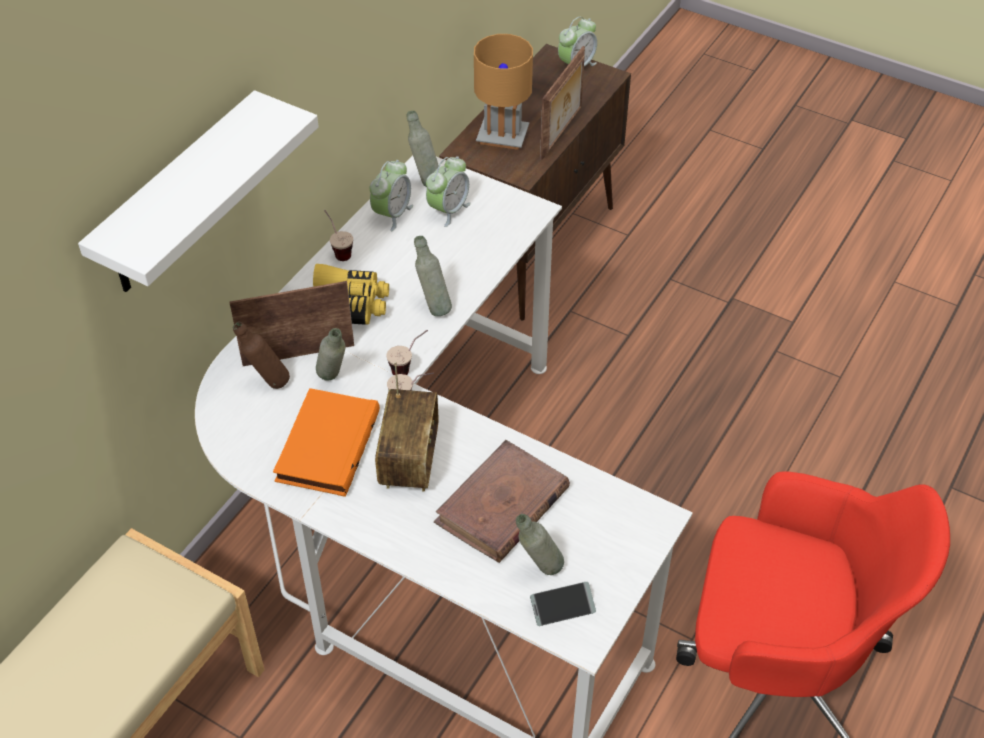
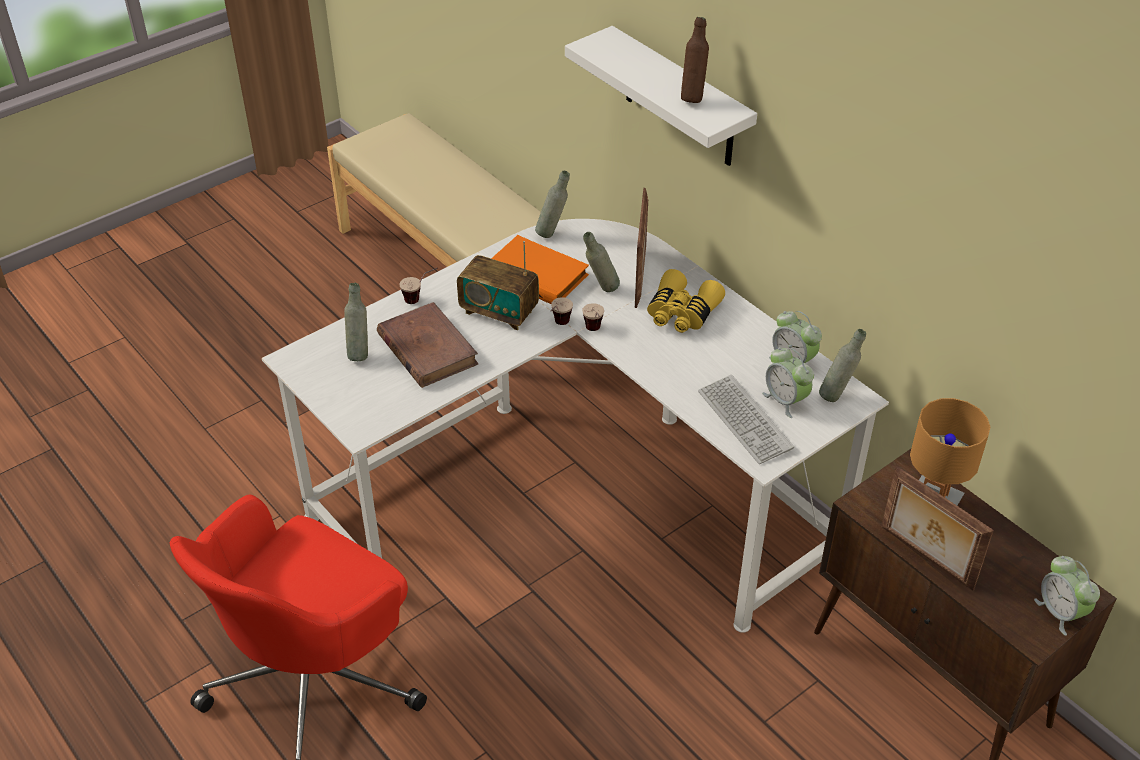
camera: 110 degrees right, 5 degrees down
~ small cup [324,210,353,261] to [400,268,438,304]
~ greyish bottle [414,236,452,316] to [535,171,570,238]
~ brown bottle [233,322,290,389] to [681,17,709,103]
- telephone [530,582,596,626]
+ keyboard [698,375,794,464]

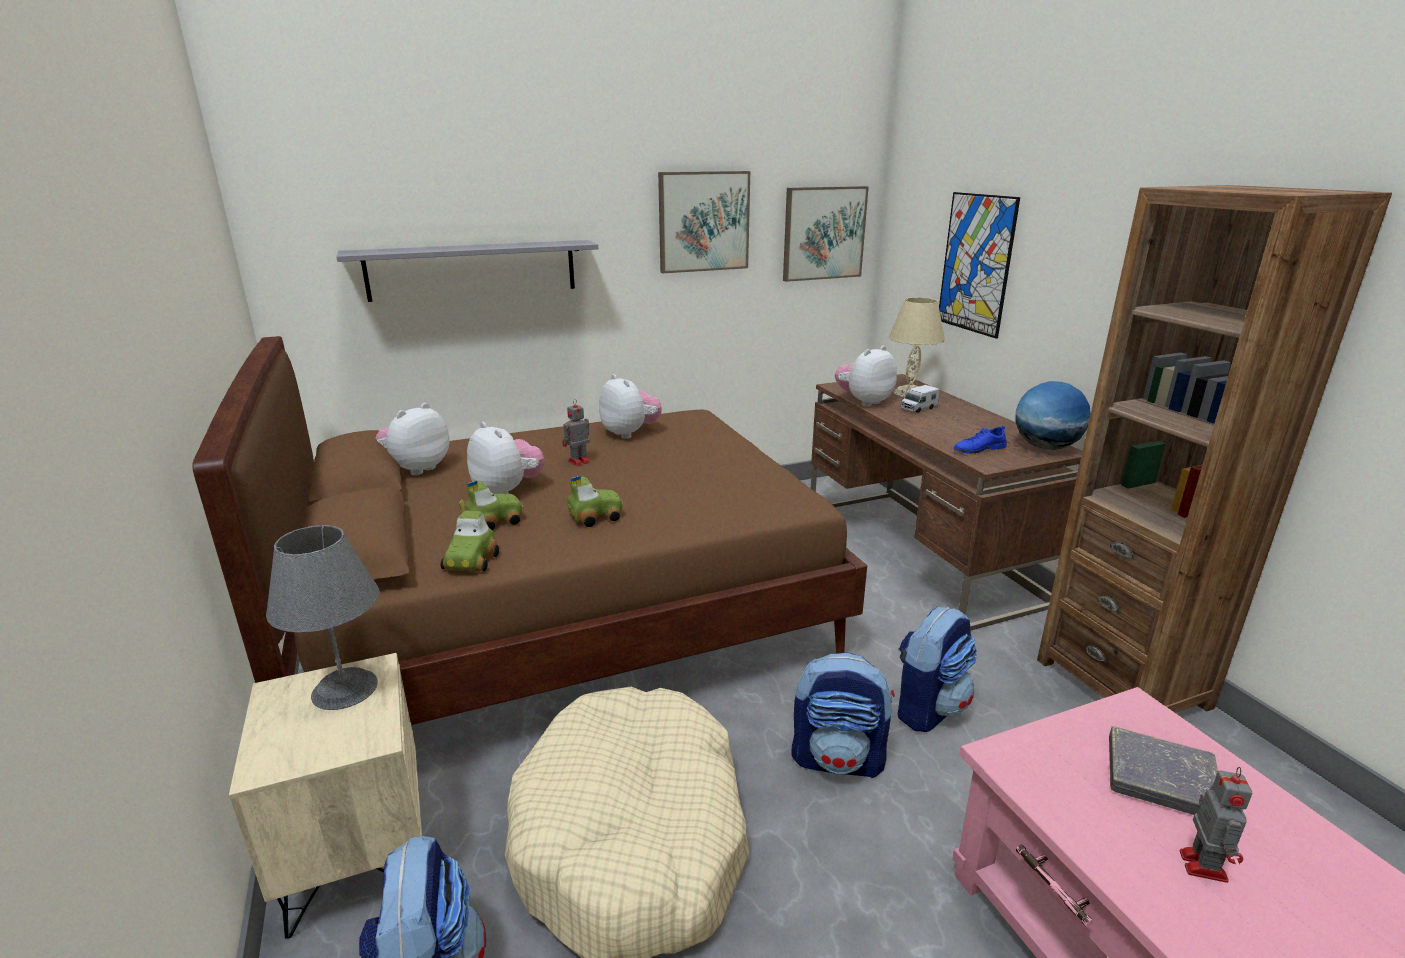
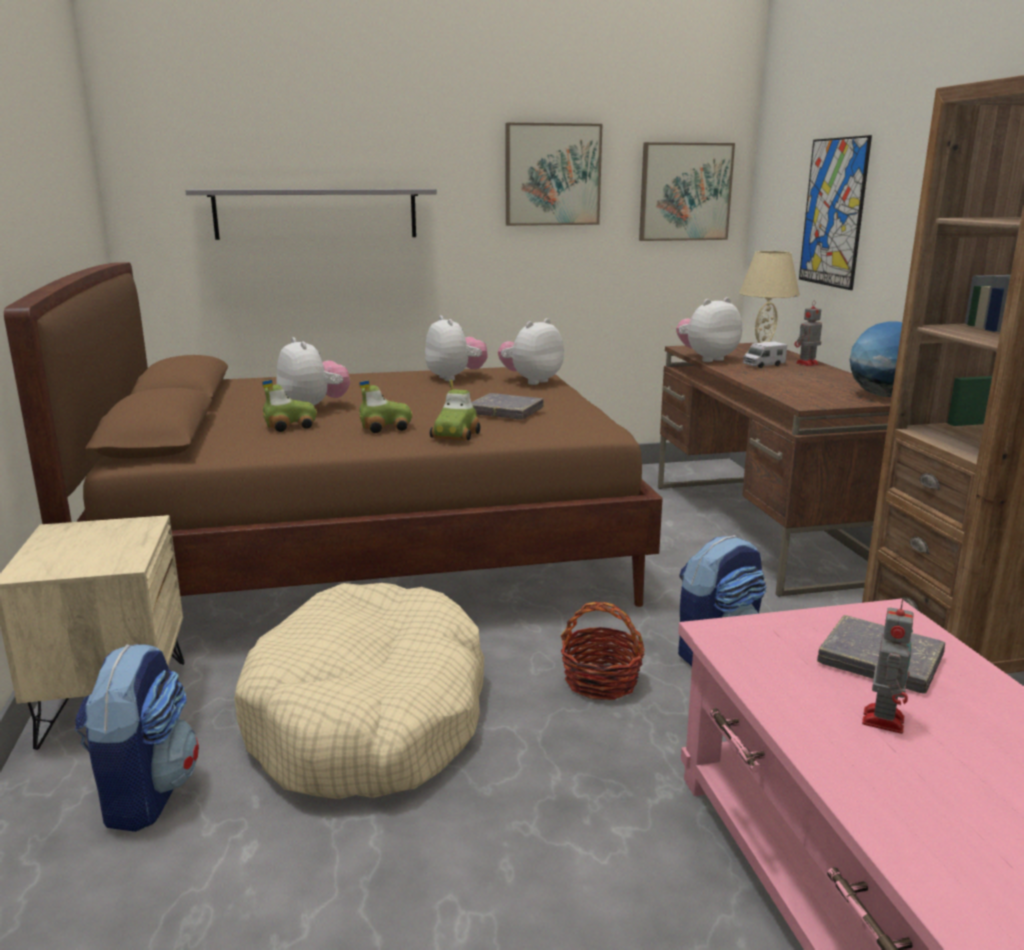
camera: 10 degrees right, 5 degrees down
~ toy robot [562,399,590,466] to [795,300,822,366]
~ plush toy [376,403,450,475] to [498,318,564,385]
- blue low shoe [954,426,1007,454]
~ model car [440,499,499,572] to [430,379,480,441]
- greyish table lamp [266,525,380,710]
~ rucksack [791,652,895,778] to storage basket [561,602,645,700]
+ greyish volume [472,393,544,420]

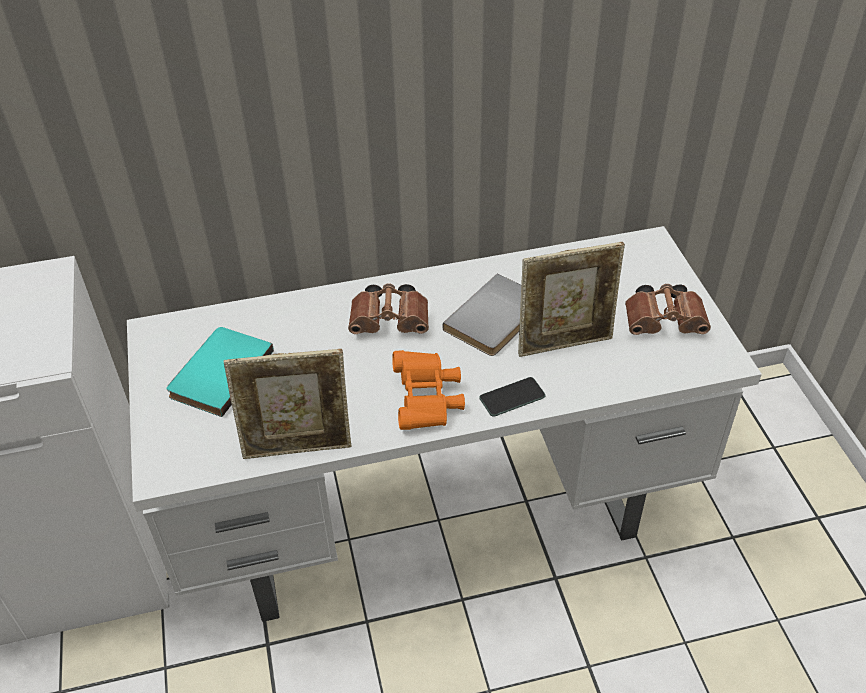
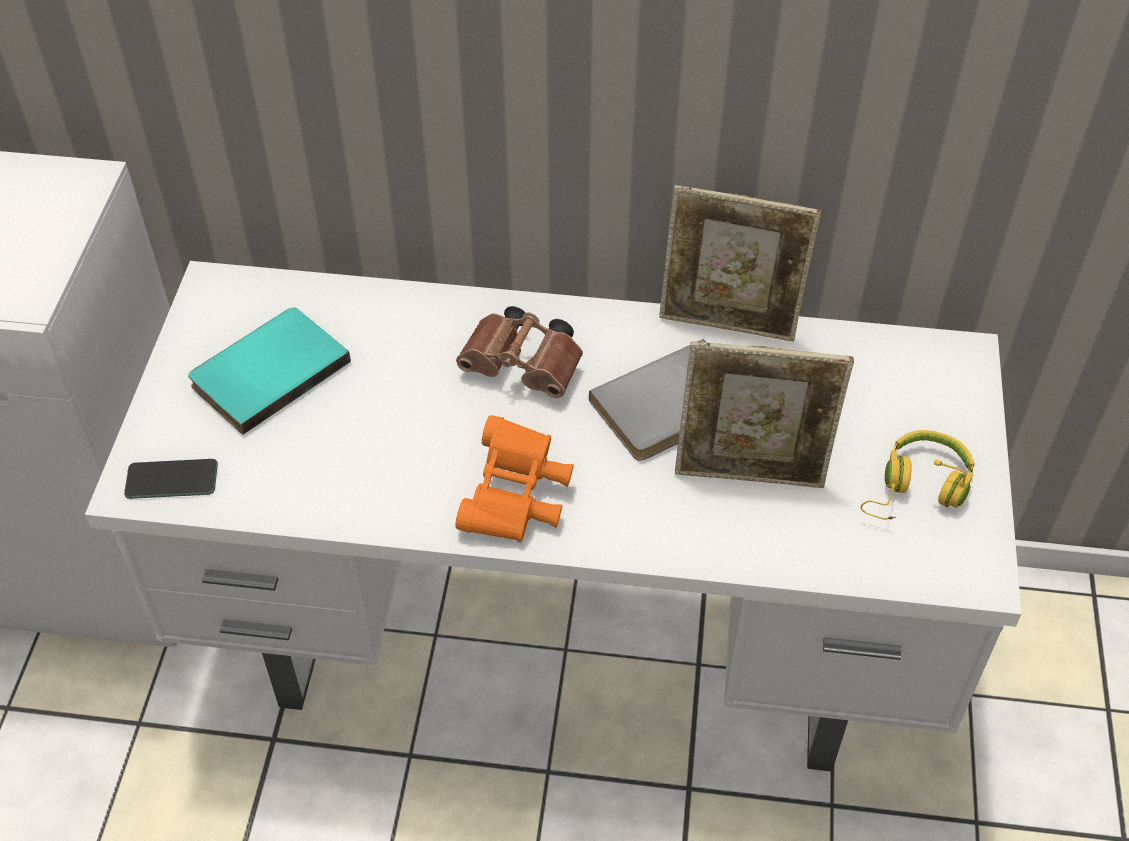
camera: 20 degrees right, 5 degrees up
~ brown pair of binoculars [625,284,711,335] to yellow-coloured headphones [861,430,975,520]
~ standing frame [224,349,352,459] to [659,185,821,341]
~ telephone [479,377,546,417] to [124,459,218,499]

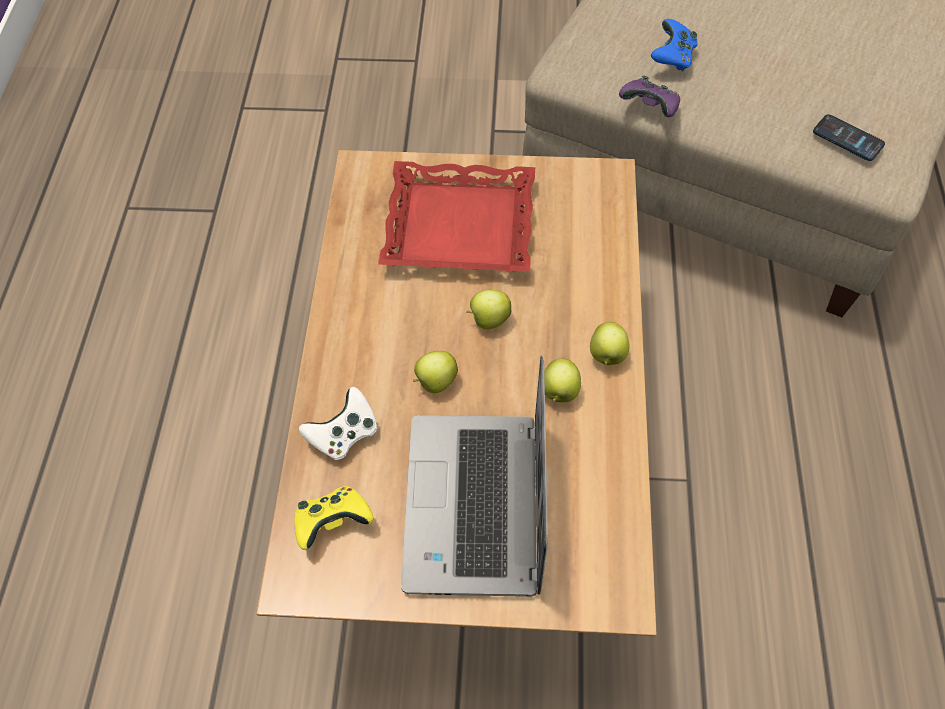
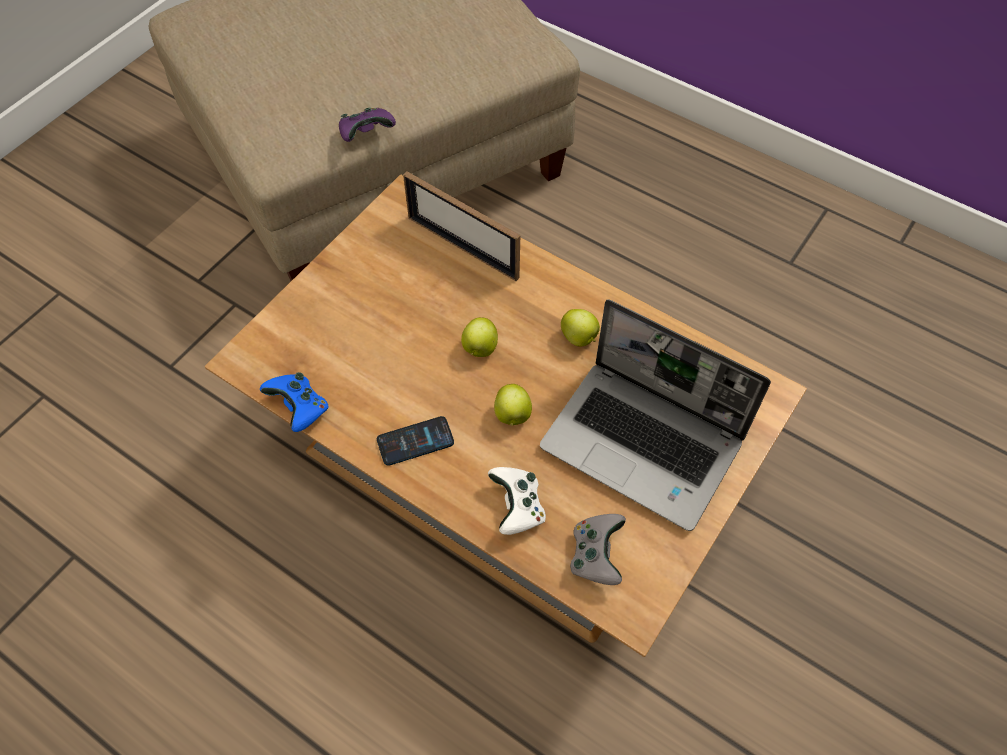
camera: 60 degrees left, 0 degrees up
~ blue game controller [651,19,698,71] to [260,372,329,432]
~ telephone [813,114,885,161] to [377,416,454,466]
- red-coloured tray [378,161,535,272]
- whole apple [590,322,630,365]
~ yellow-coloured game controller [294,486,373,550] to greyish game controller [570,514,626,585]
+ standing frame [403,171,520,281]

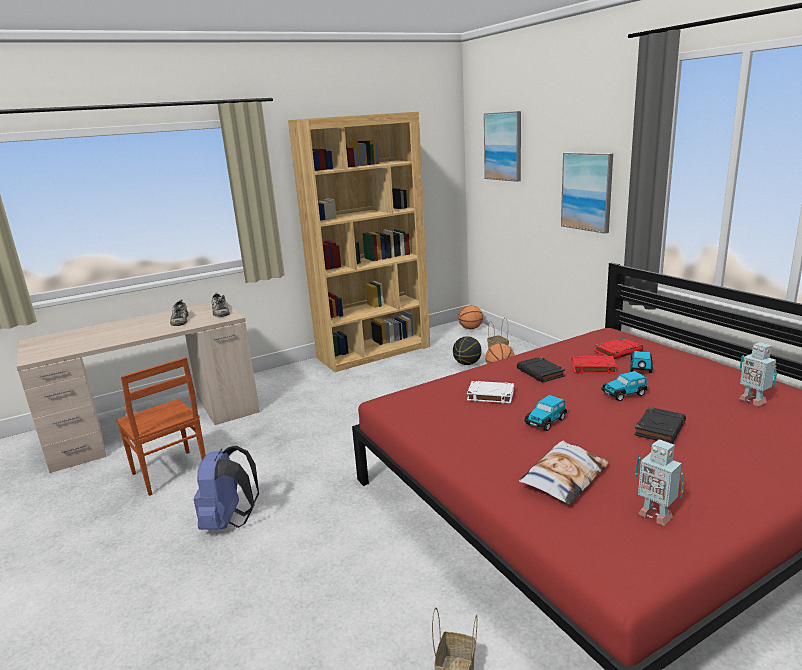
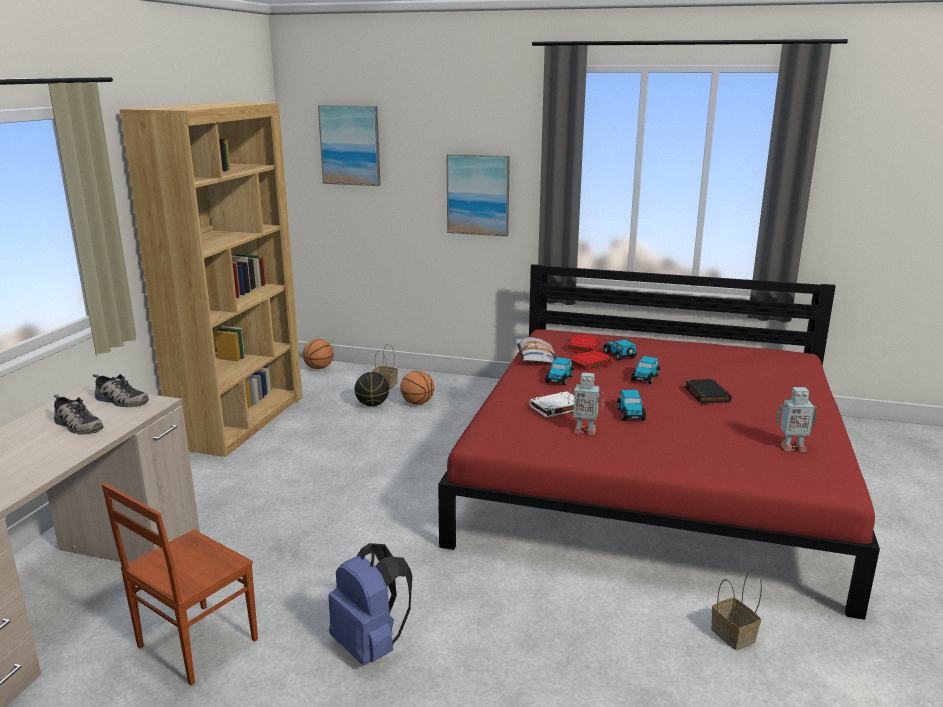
camera: 45 degrees left, 0 degrees up
~ toy robot [739,342,777,406] to [568,372,604,435]
~ brown plain chair [116,357,206,496] = [102,483,258,686] 120 degrees clockwise
~ black volume [517,357,565,383] to model car [545,357,574,385]
~ throw pillow [519,441,609,505] to [516,337,557,363]

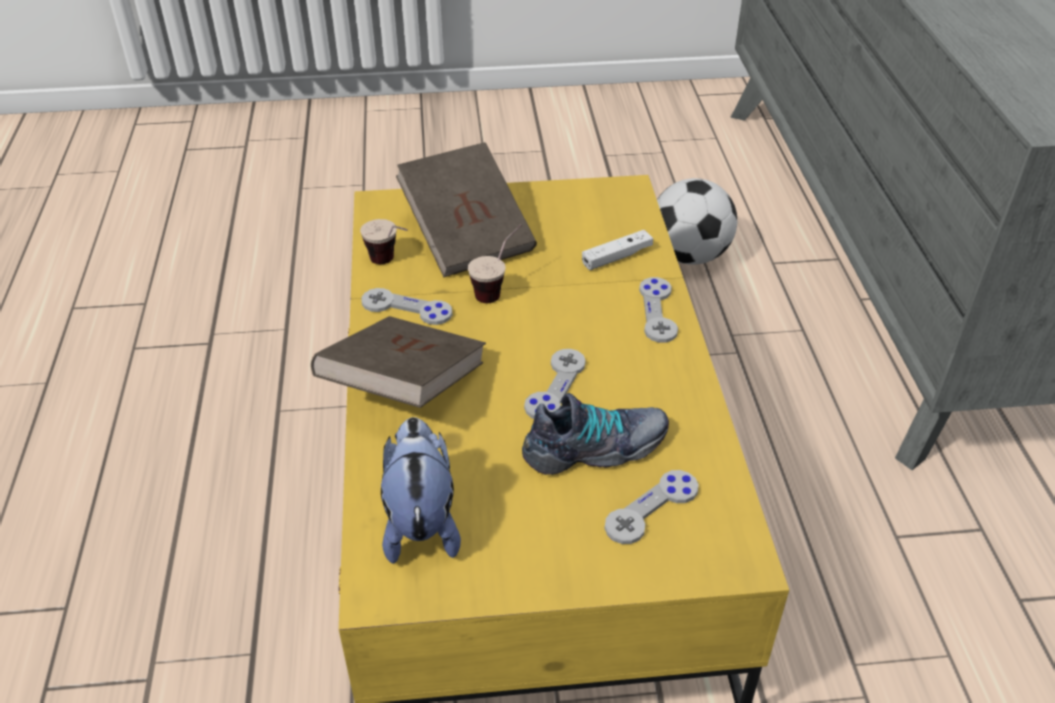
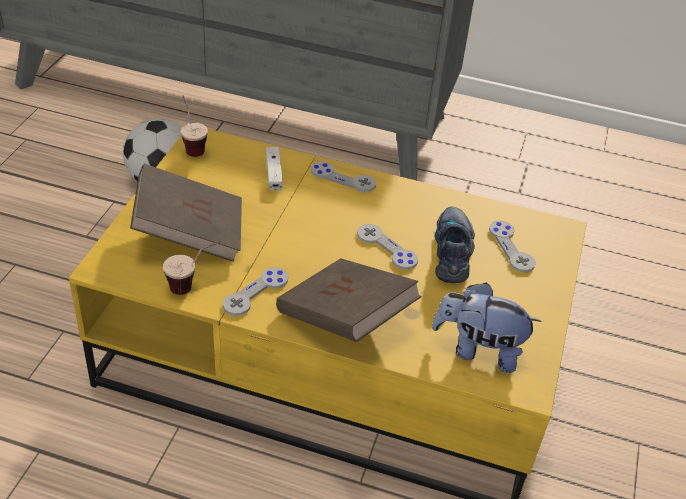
camera: 70 degrees left, 0 degrees up
~ small cup [468,224,522,303] to [180,95,208,157]

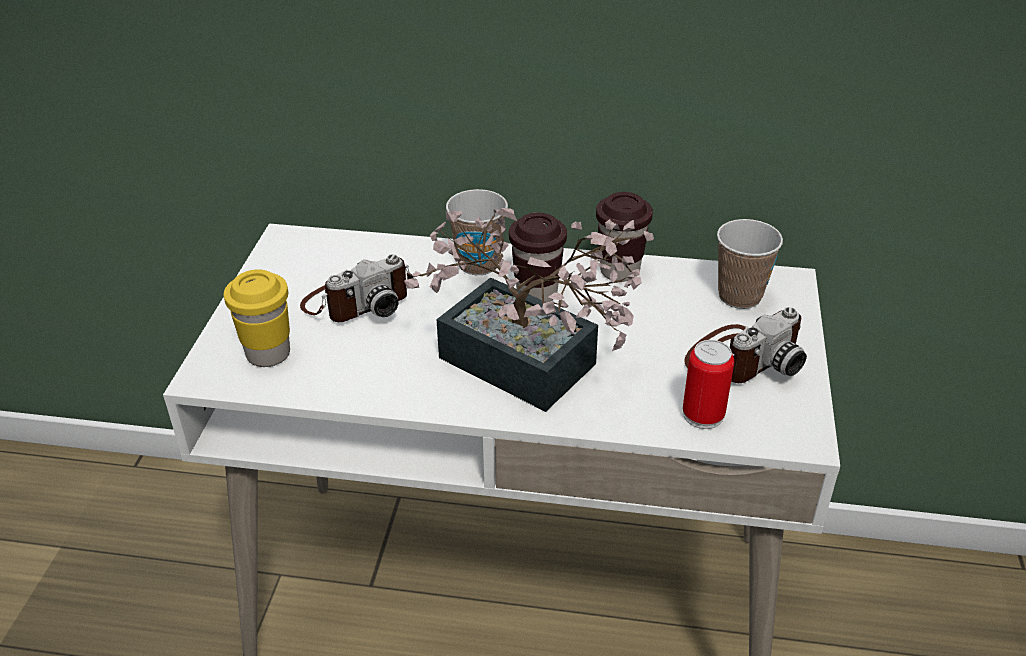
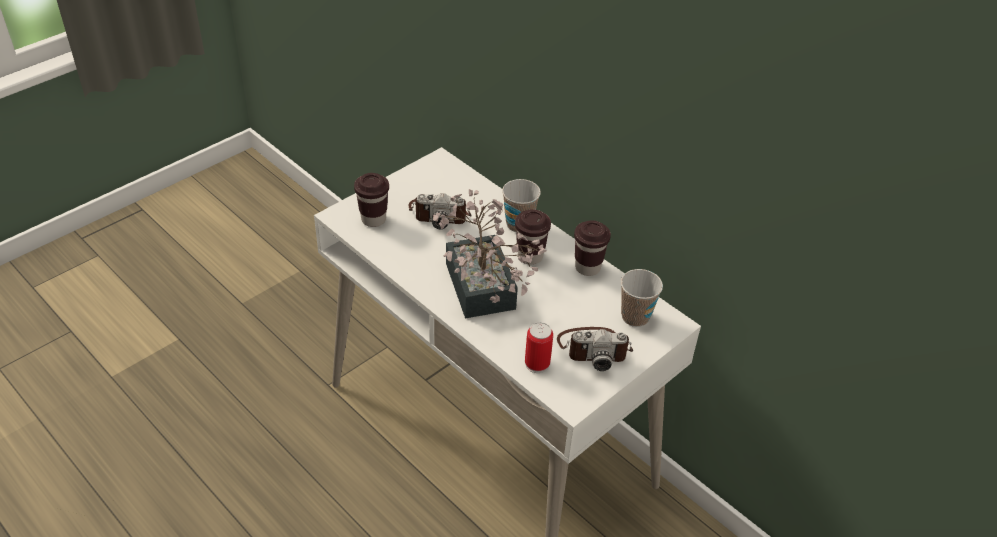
camera: 35 degrees right, 5 degrees up
~ yellow-coloured small cup [224,269,290,367] to brown small cup [354,173,389,227]

